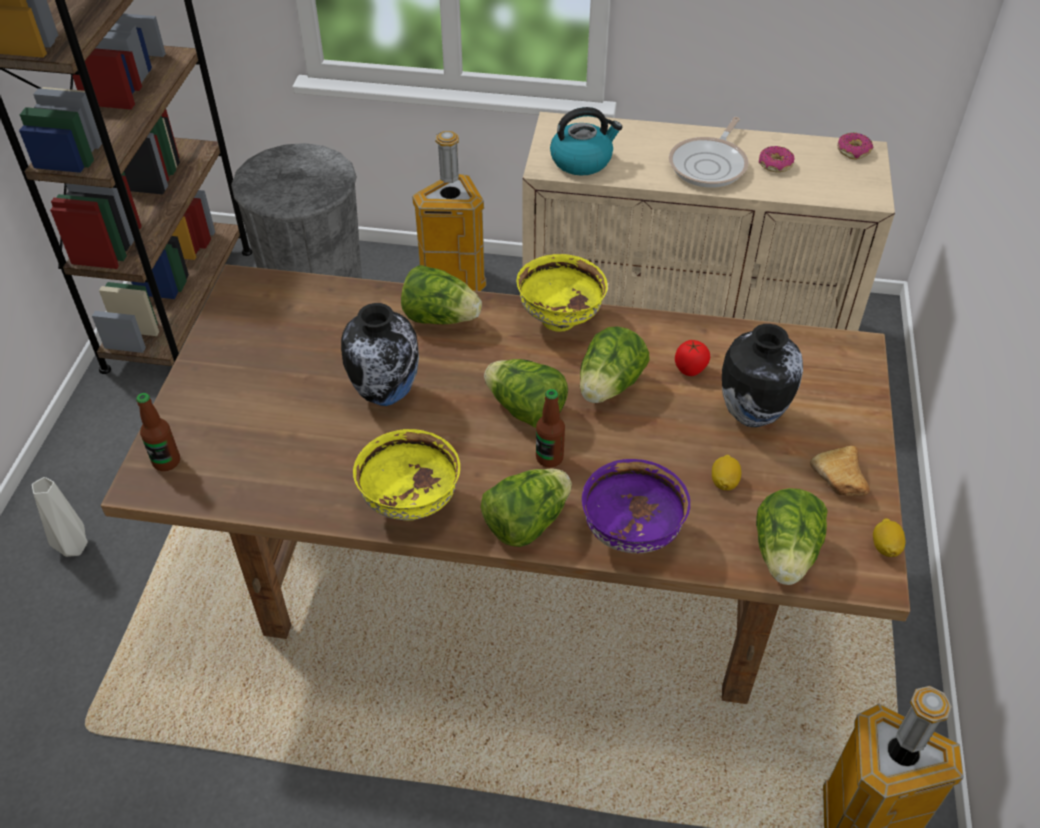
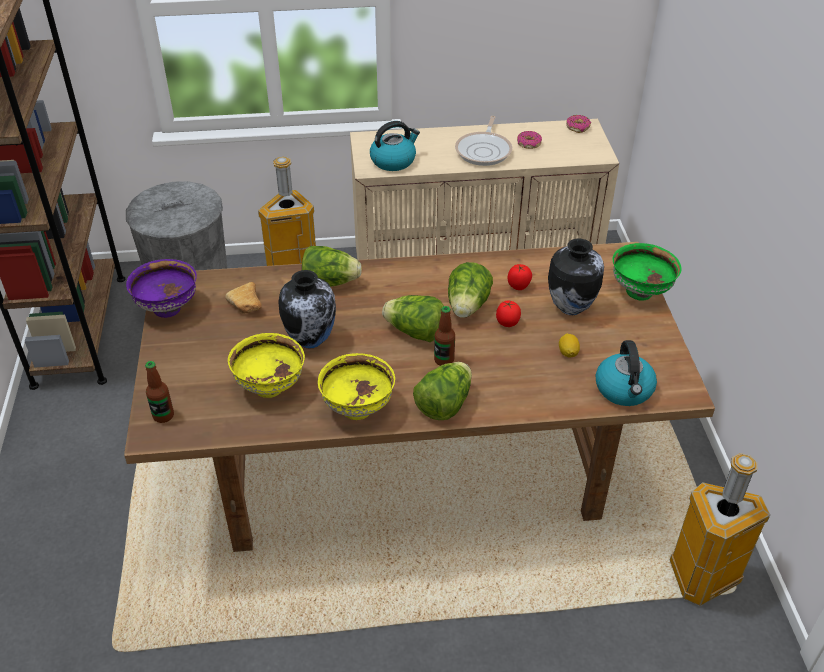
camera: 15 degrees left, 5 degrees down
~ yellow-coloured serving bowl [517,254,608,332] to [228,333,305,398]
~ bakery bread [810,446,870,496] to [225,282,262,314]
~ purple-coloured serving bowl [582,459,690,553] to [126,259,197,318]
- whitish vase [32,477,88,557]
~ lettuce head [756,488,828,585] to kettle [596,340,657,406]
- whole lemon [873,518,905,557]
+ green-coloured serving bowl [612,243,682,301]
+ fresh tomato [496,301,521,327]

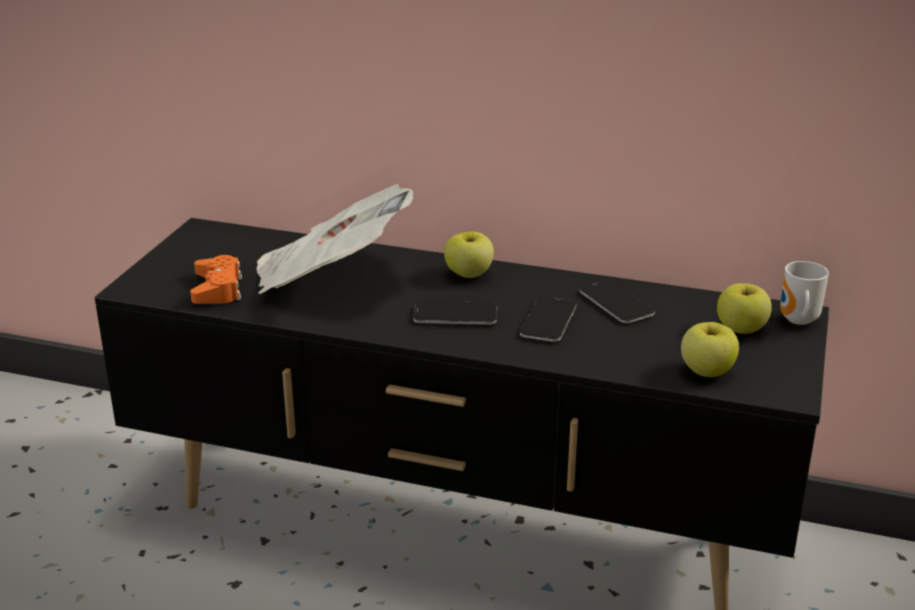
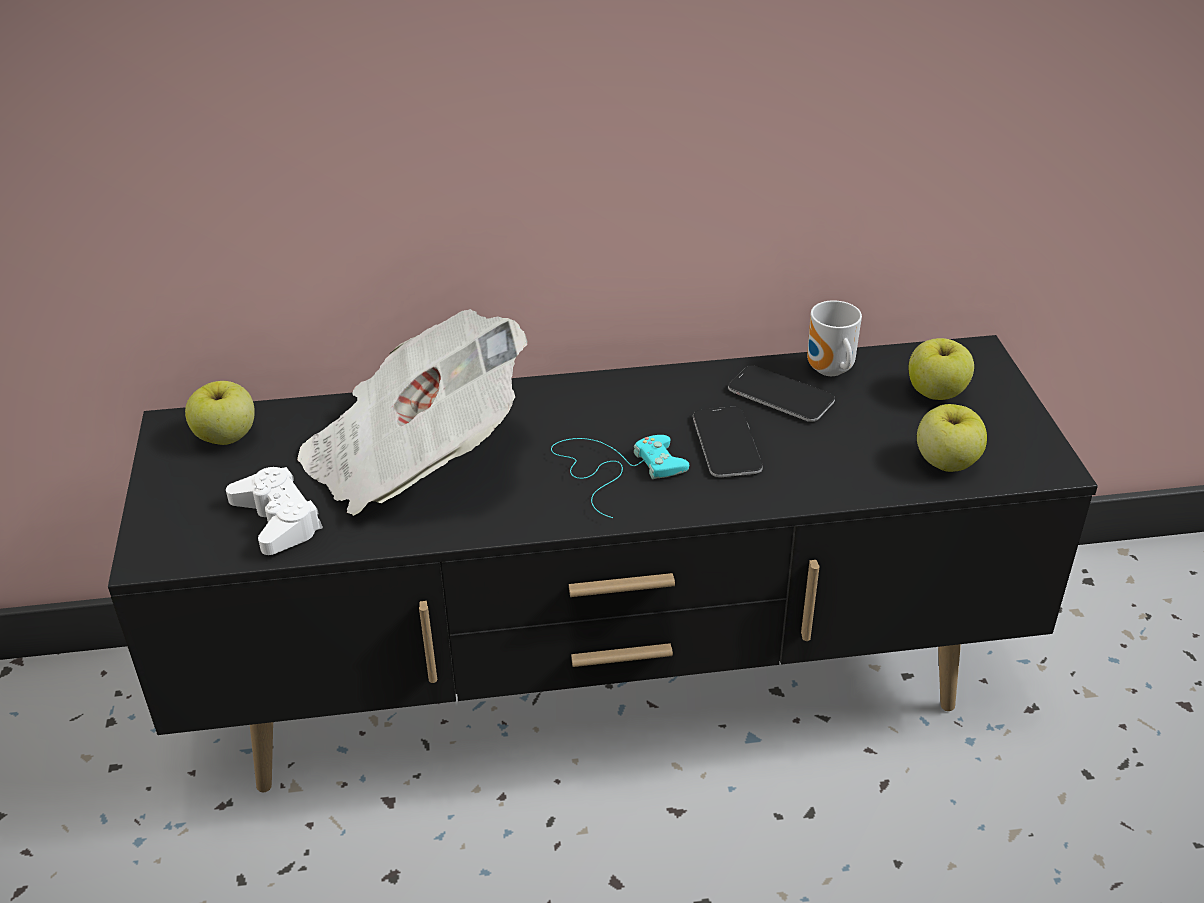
camera: 25 degrees left, 10 degrees up
~ whole apple [444,231,494,278] to [185,381,255,445]
~ orange game controller [190,255,242,304] to whitish game controller [226,467,323,555]
~ coffee mug [780,261,829,325] to [807,301,862,376]
~ telephone [413,301,497,325] to turquoise-coloured game controller [551,435,689,518]

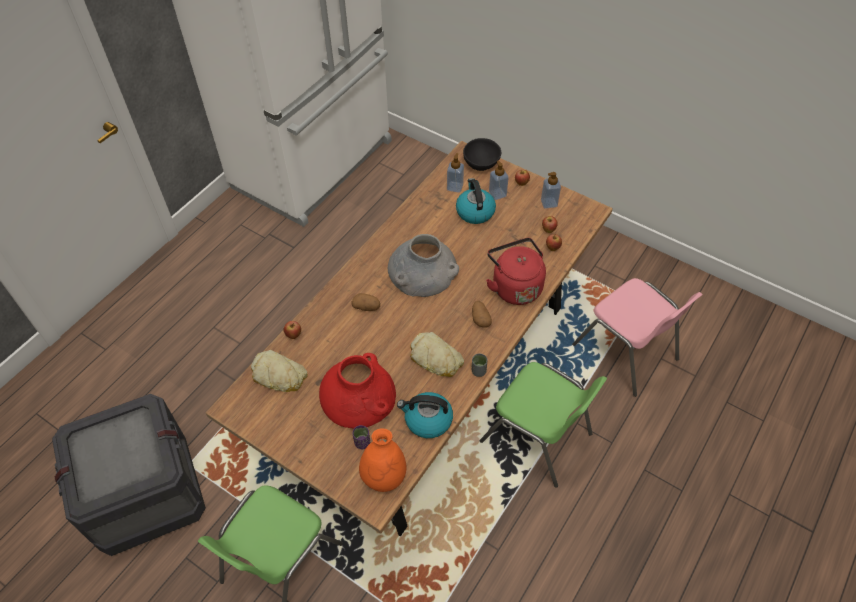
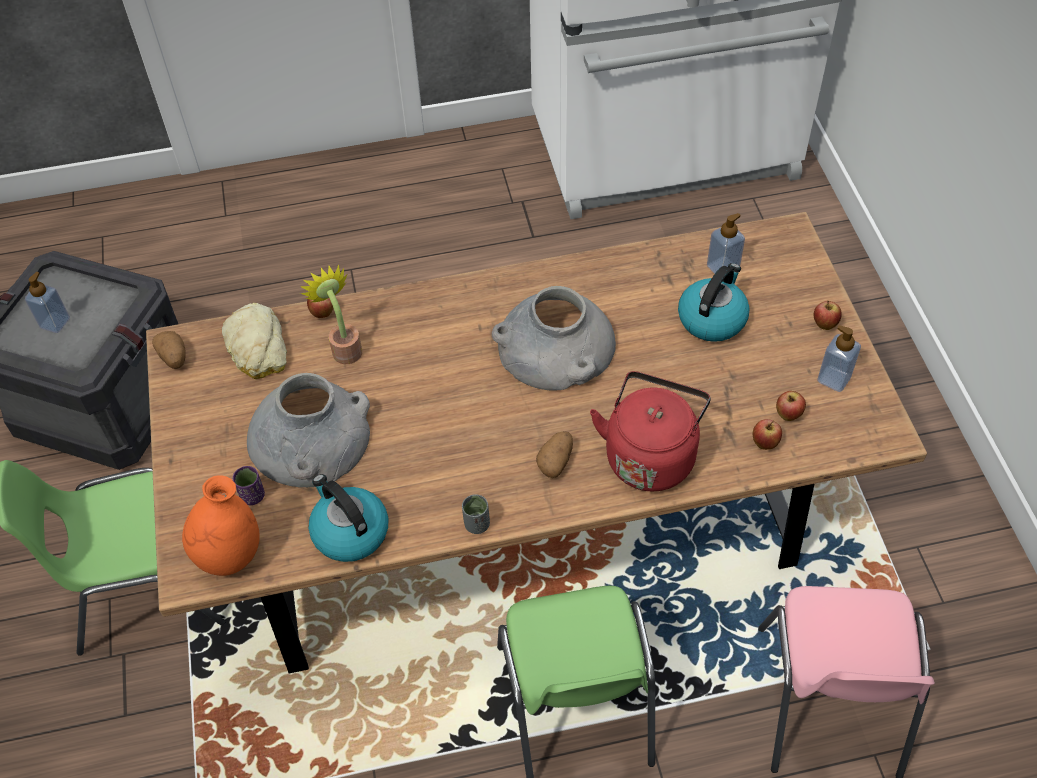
camera: 45 degrees right, 0 degrees up
- black serving bowl [463,138,501,171]
~ soap bottle [489,160,509,200] to [25,272,70,333]
~ potato [351,293,380,311] to [152,331,186,369]
- bakery bread [410,332,464,377]
~ red-coloured vase [319,353,396,428] to greyish vase [247,373,370,487]
+ potted plant [300,265,362,364]

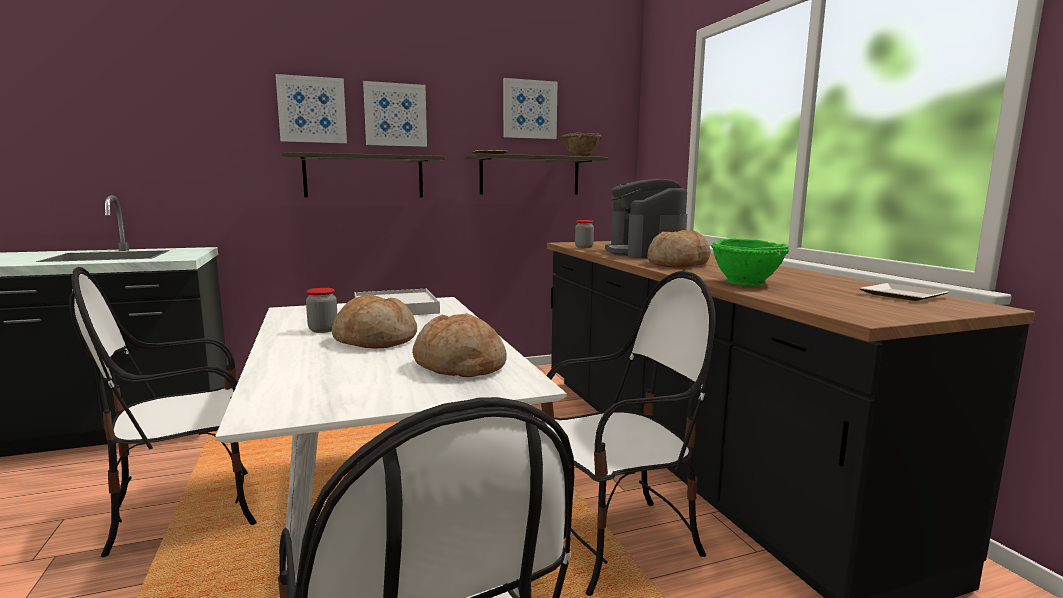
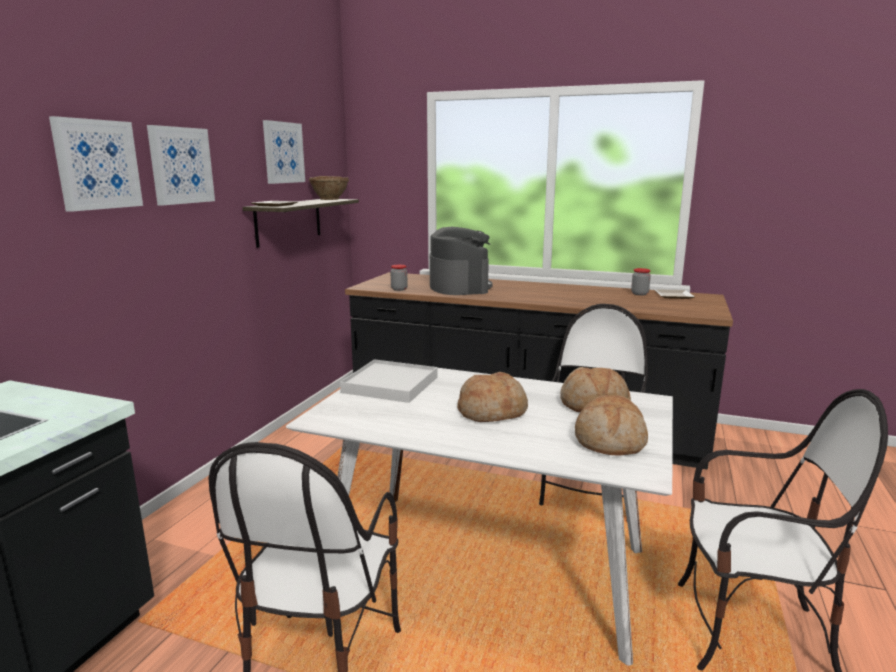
camera: 50 degrees left, 5 degrees up
- wall shelf [281,152,445,197]
~ coffee maker [605,179,687,259] = [430,227,493,295] 135 degrees counterclockwise
~ bakery bread [647,230,711,267] to [575,395,648,456]
- green-coloured serving bowl [711,238,789,286]
~ preserve jar [306,288,337,333] to [631,268,651,295]

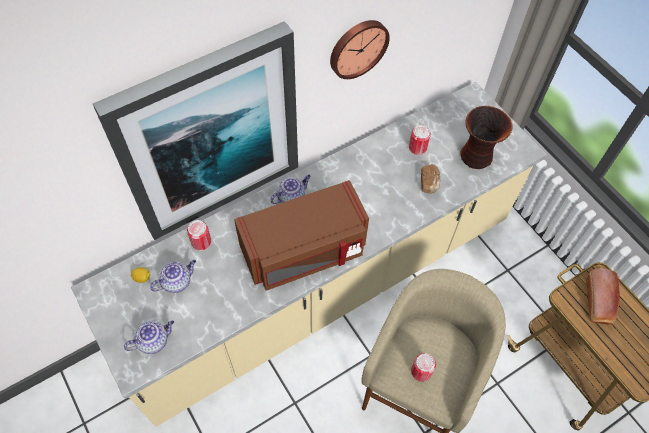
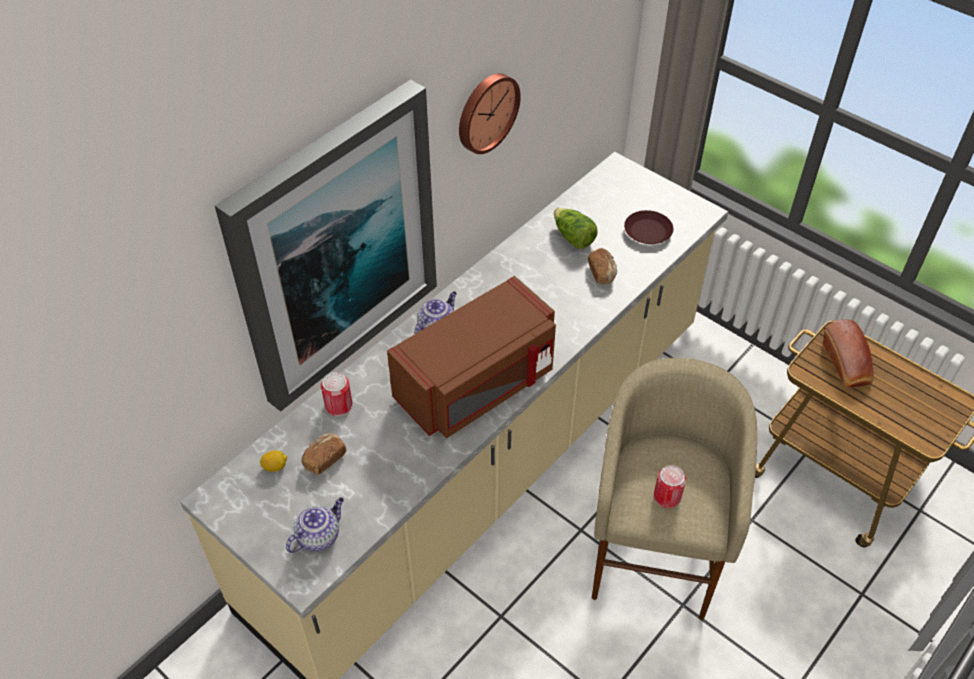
camera: 15 degrees left, 10 degrees down
~ vase [460,106,513,169] to brown plate [624,210,673,244]
~ can [409,125,431,155] to lettuce head [554,208,598,249]
~ teapot [150,259,196,293] to bakery bread [302,433,346,475]

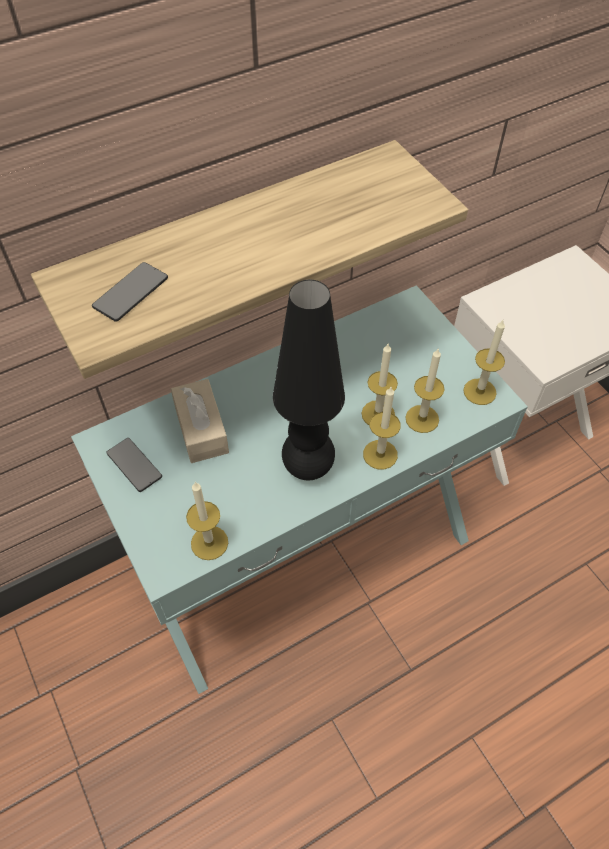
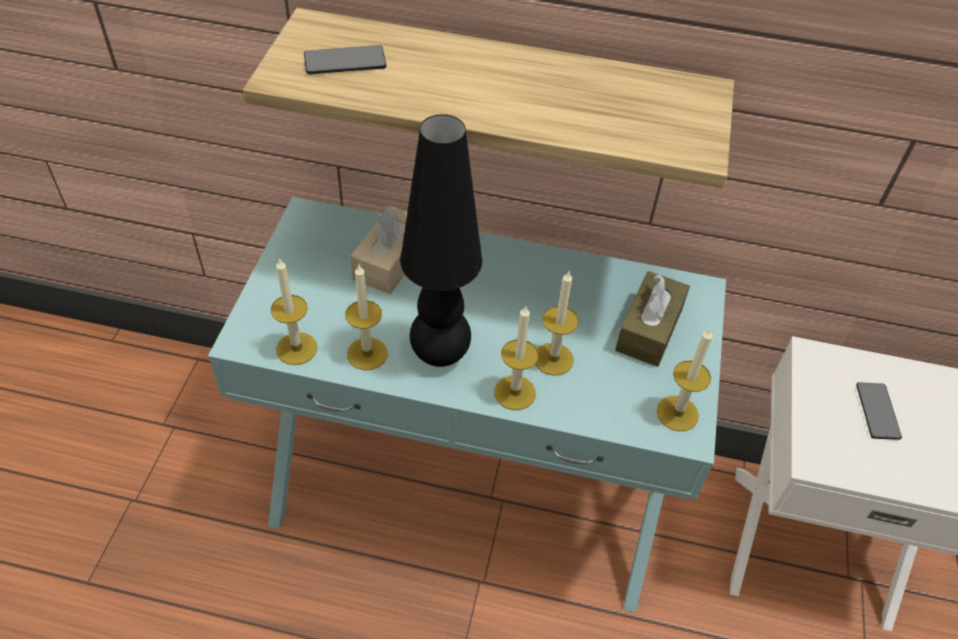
camera: 40 degrees right, 5 degrees down
~ candle [405,349,445,433] to [346,265,388,370]
~ telephone [106,438,162,492] to [856,382,902,440]
+ brown box of tissues [615,271,690,367]

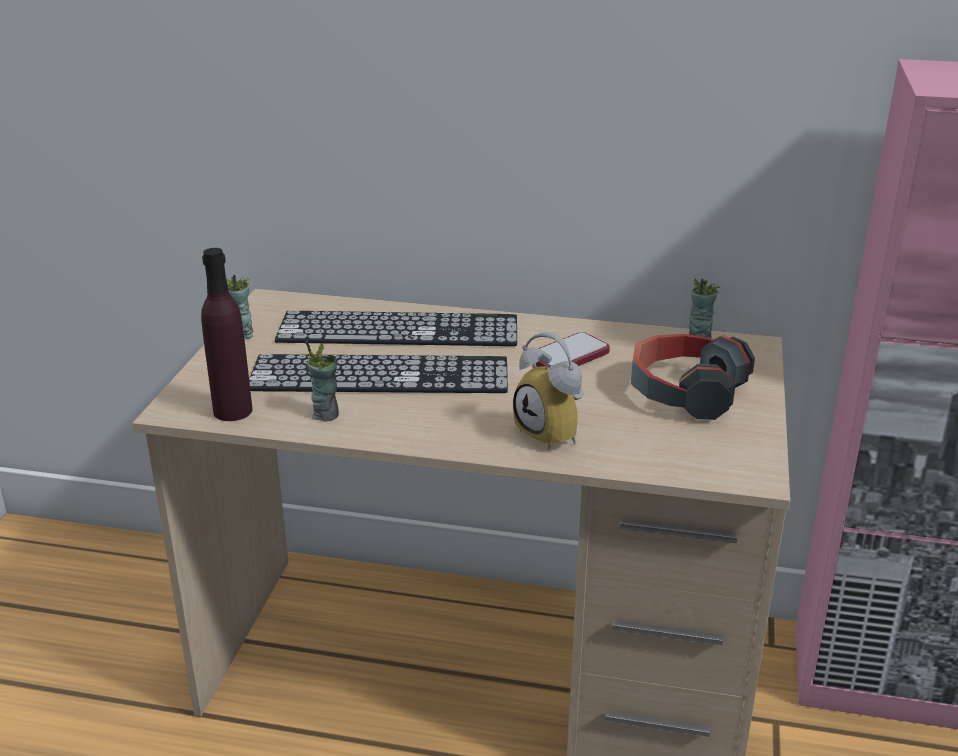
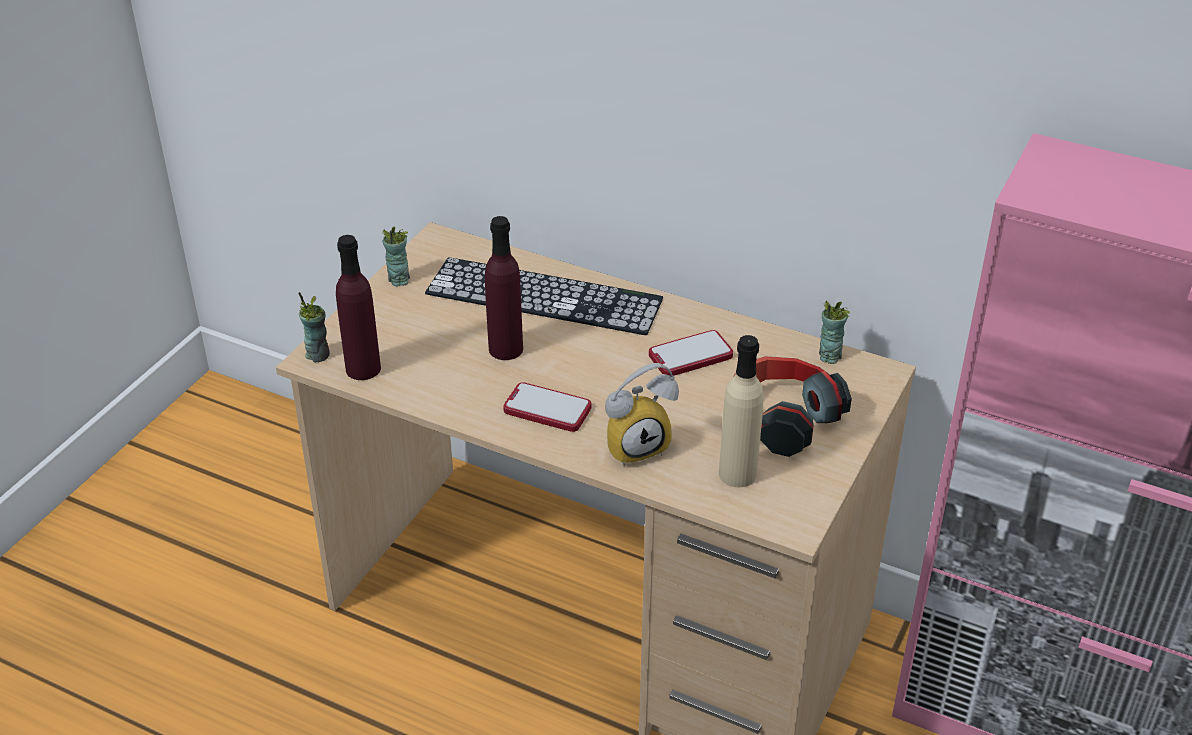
camera: 15 degrees right, 10 degrees up
~ alarm clock [513,332,584,450] = [605,363,679,467] 90 degrees counterclockwise
~ small cup [306,341,339,422] to [298,292,330,362]
~ keyboard [249,354,508,393] to purple-coloured bottle [485,216,523,360]
+ beige-coloured bottle [719,335,764,487]
+ telephone [503,382,591,432]

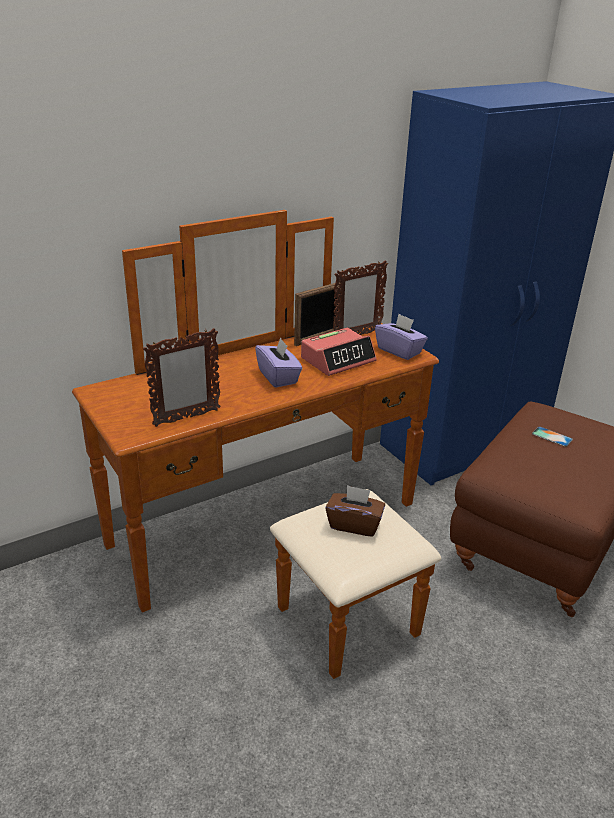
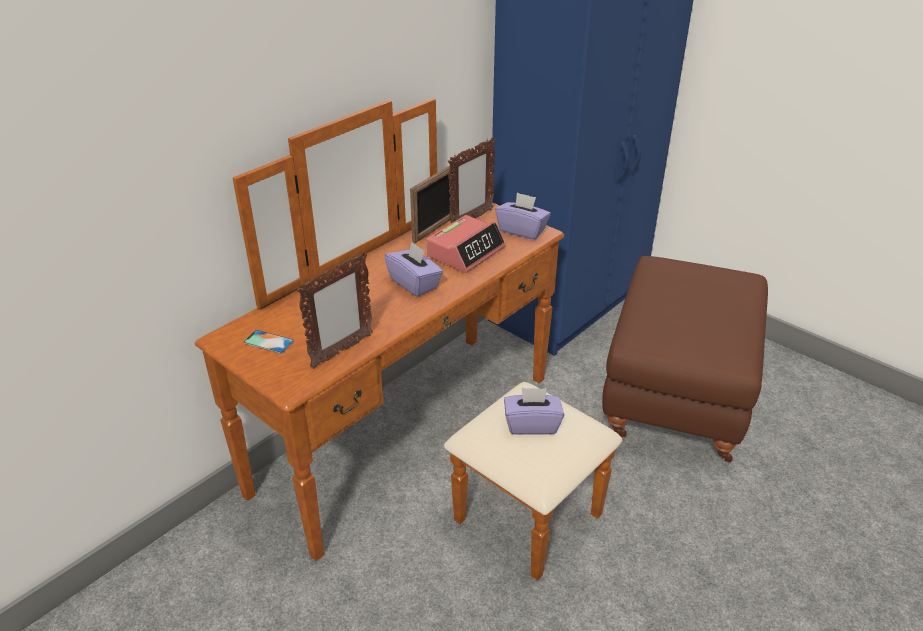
camera: 15 degrees left, 5 degrees up
~ telephone [532,426,573,447] to [244,330,294,354]
~ brown box of tissues [325,485,385,537] to purple-coloured box of tissues [504,388,564,435]

